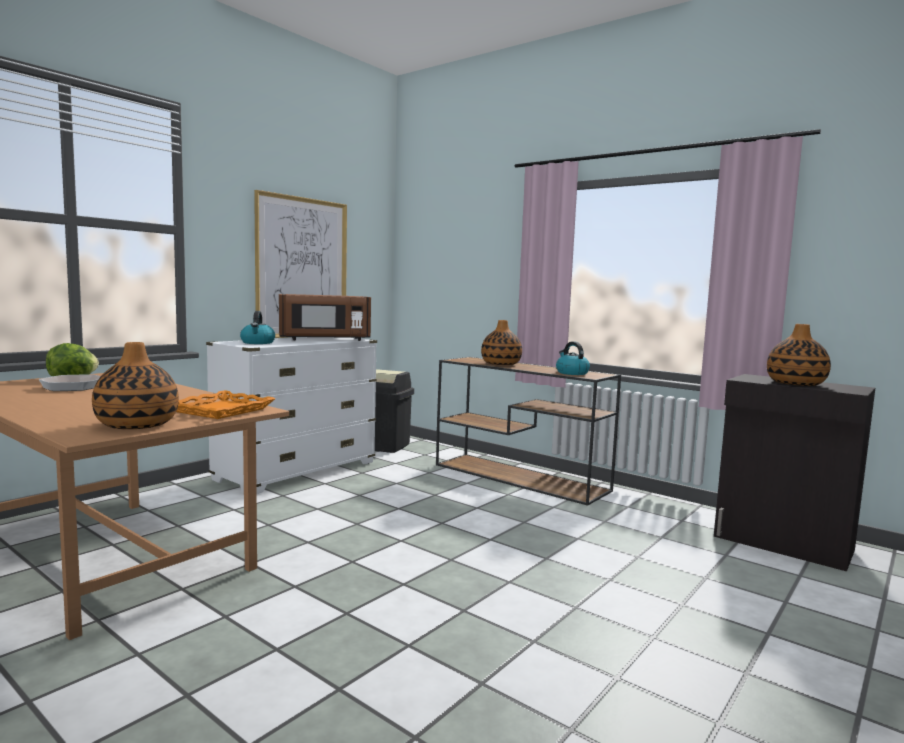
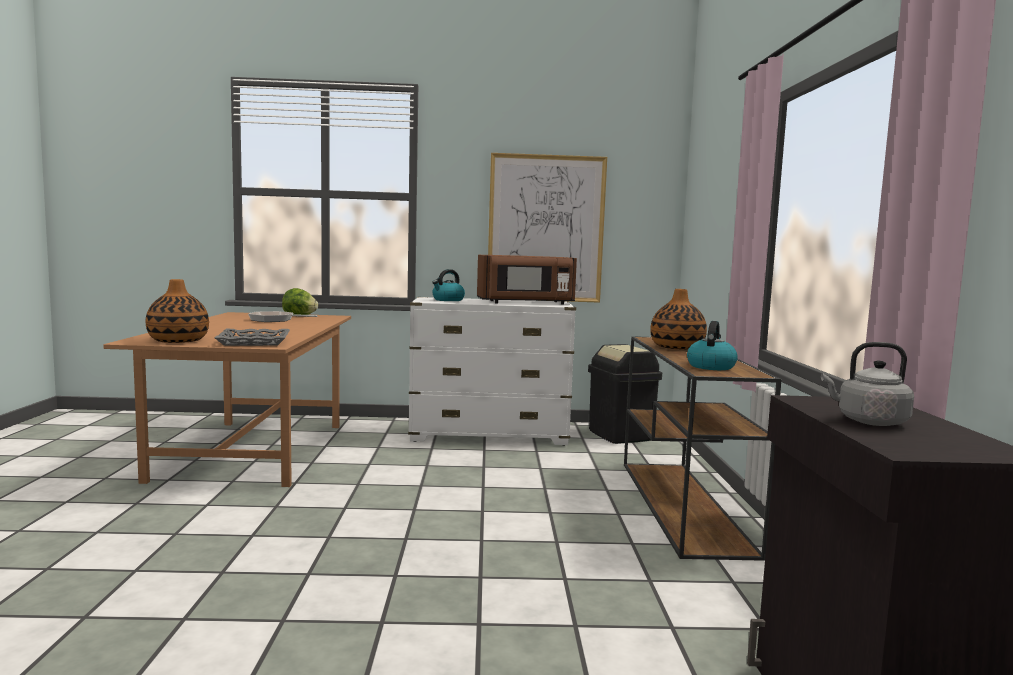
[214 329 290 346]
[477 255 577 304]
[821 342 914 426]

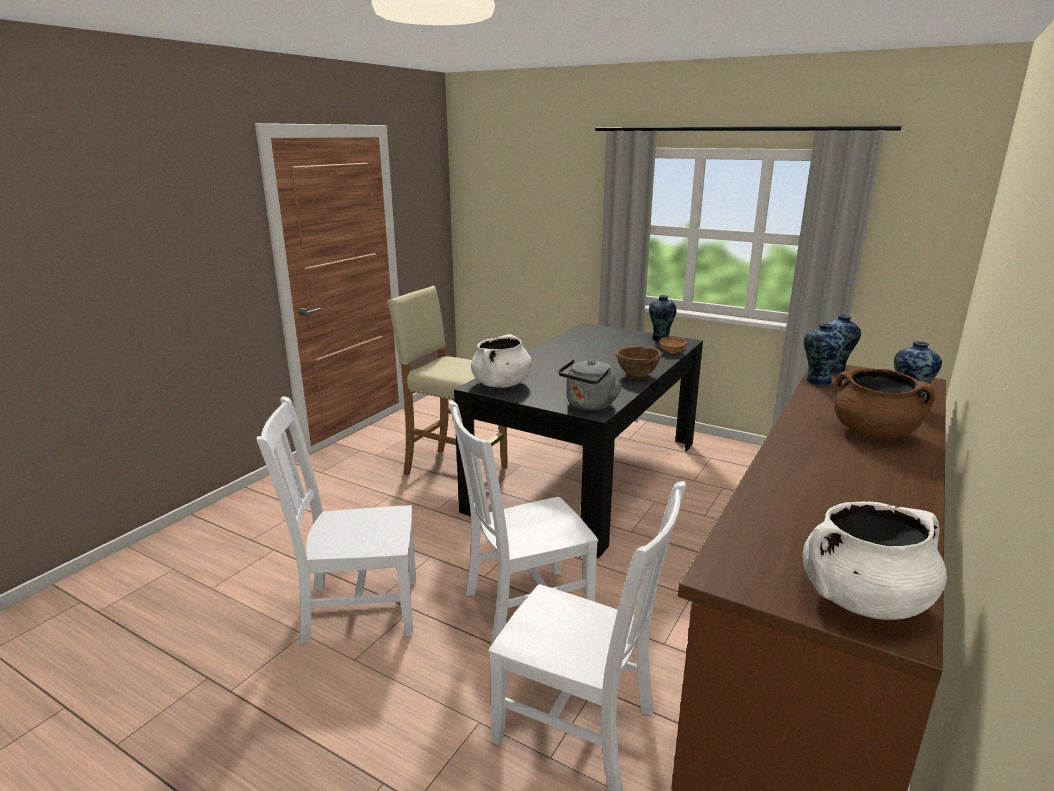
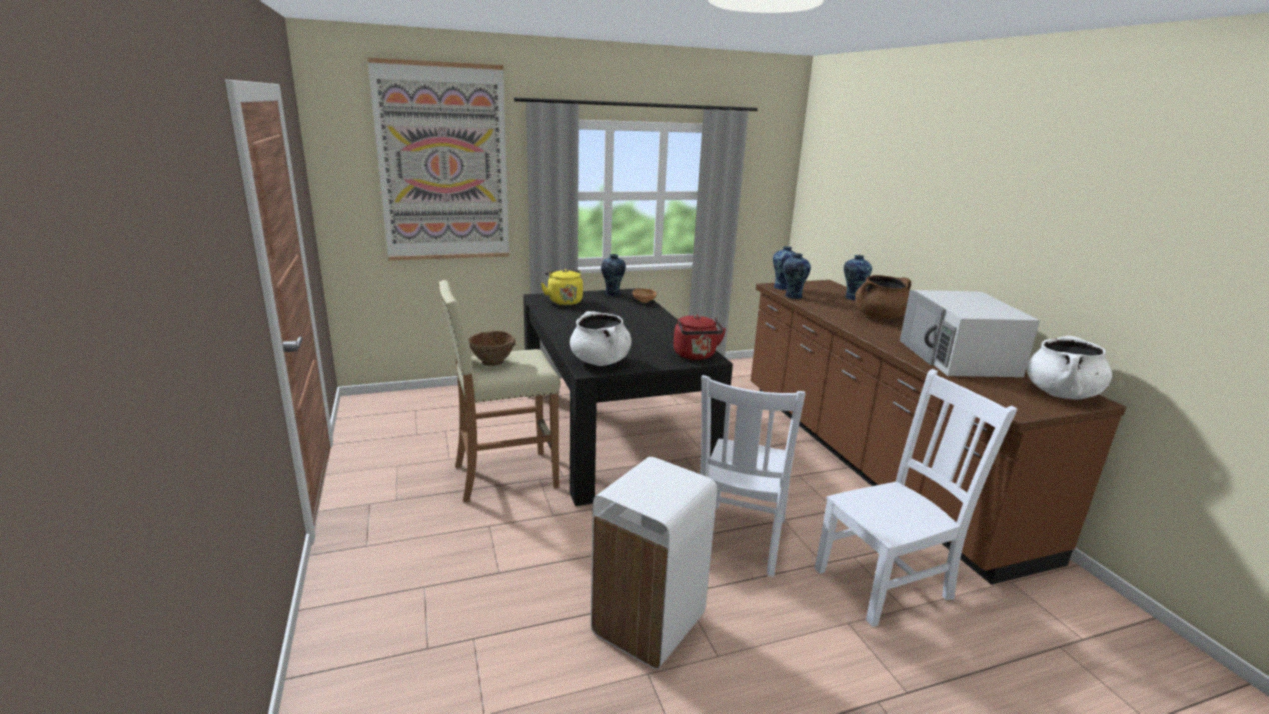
[591 457 717 669]
[673 315 726 360]
[468 330 516 366]
[367 57 509 261]
[541 269 583 305]
[900 290 1040 377]

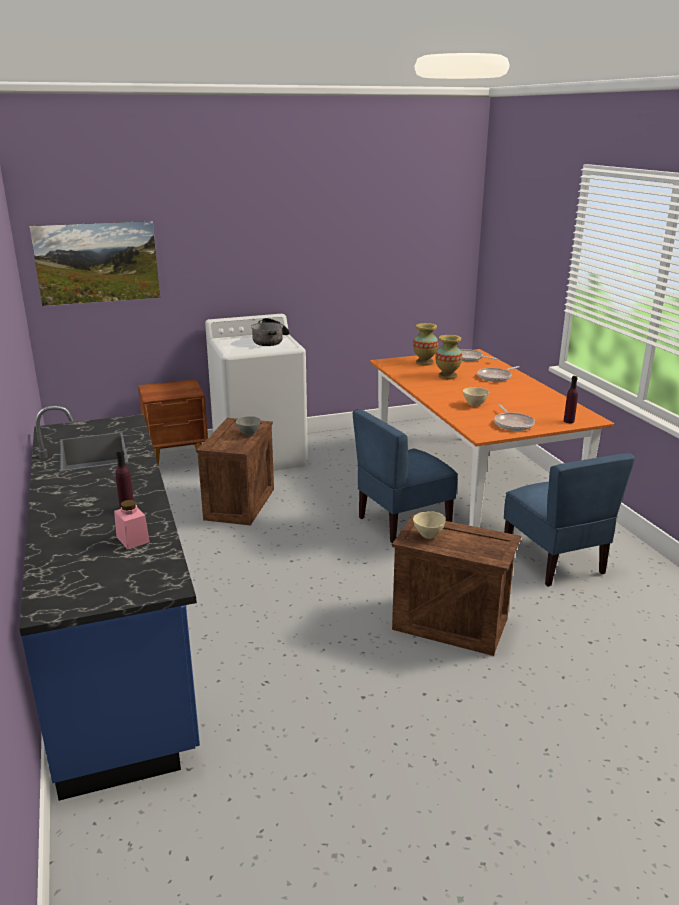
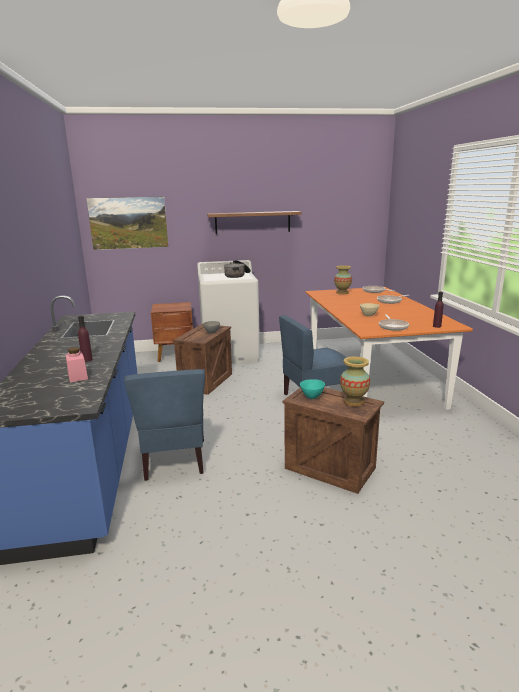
[300 379 325 399]
[340 356 370 406]
[124 369 205 481]
[207 211 302 234]

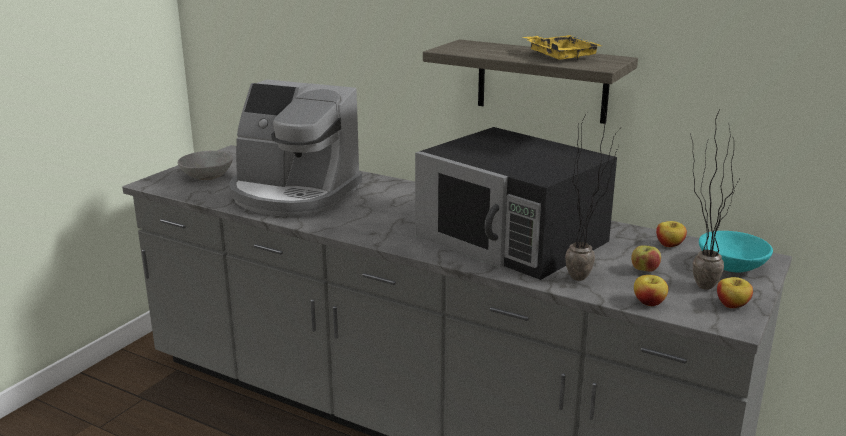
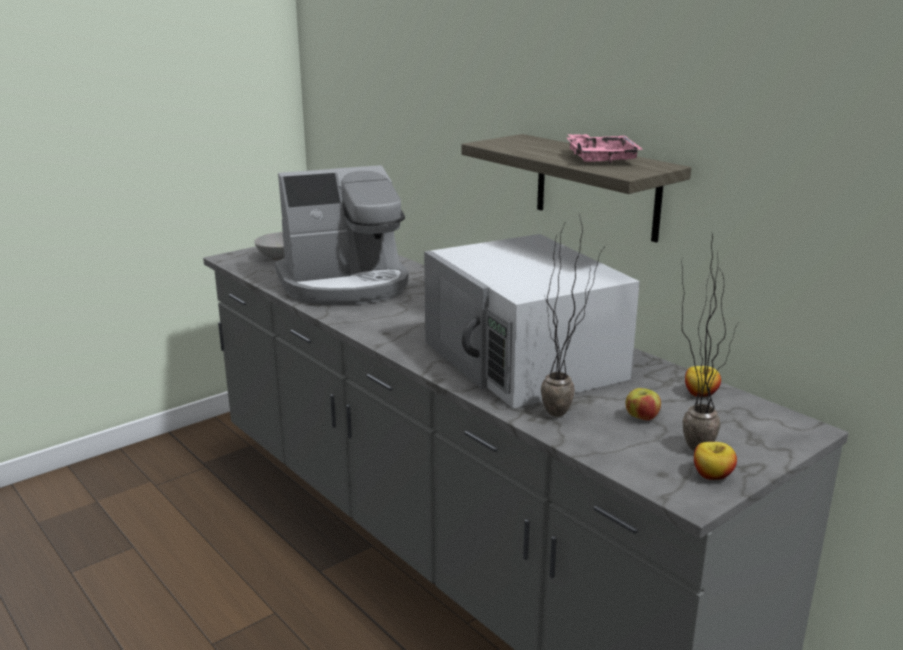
[275 165 409 305]
[424 234 640 409]
[566 134 643 164]
[634 275 668 306] (first image)
[699 231 773 273] (first image)

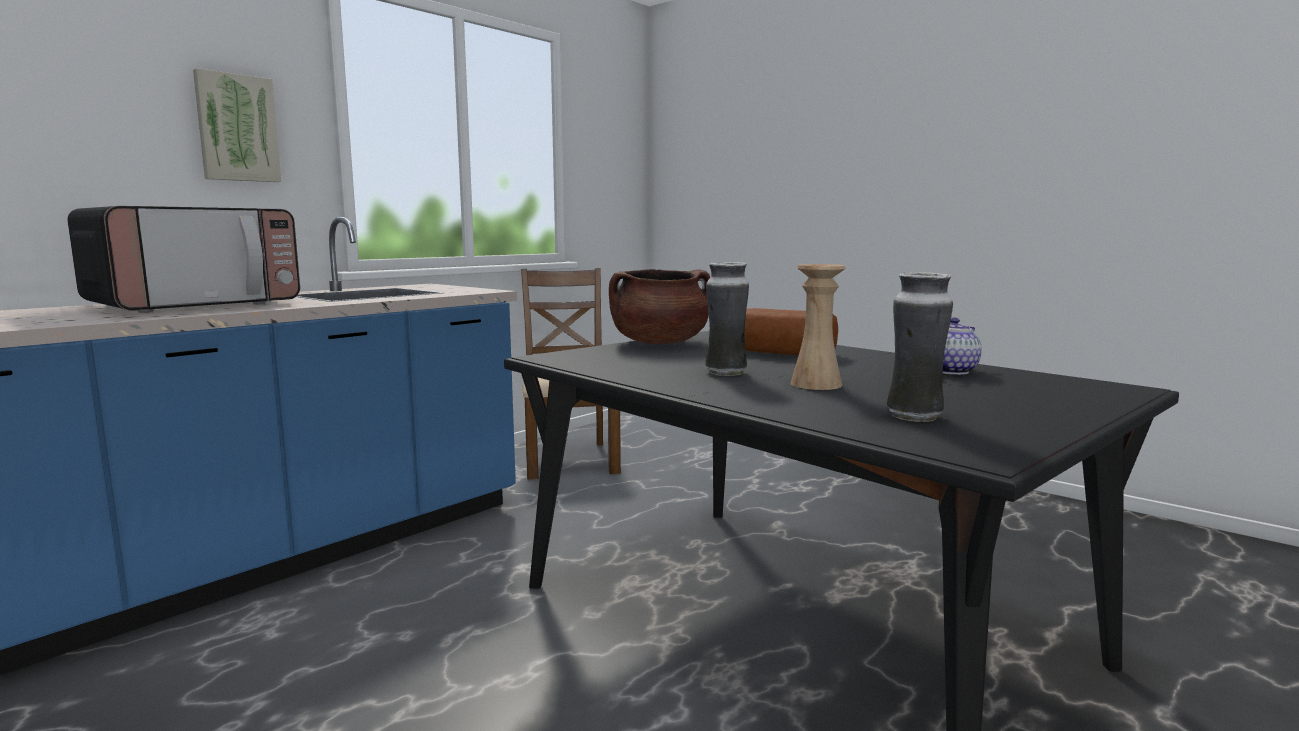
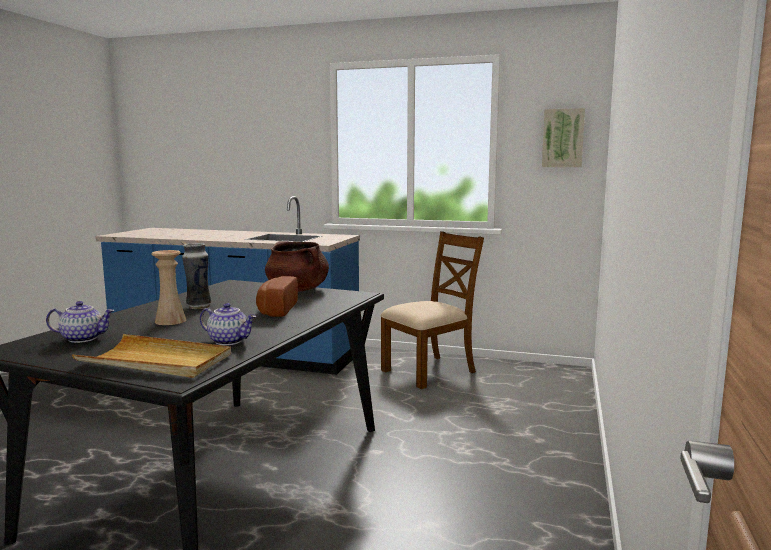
[68 206 300 313] (first image)
[542 108 585 167]
[46 301 115 343]
[72 334 231 378]

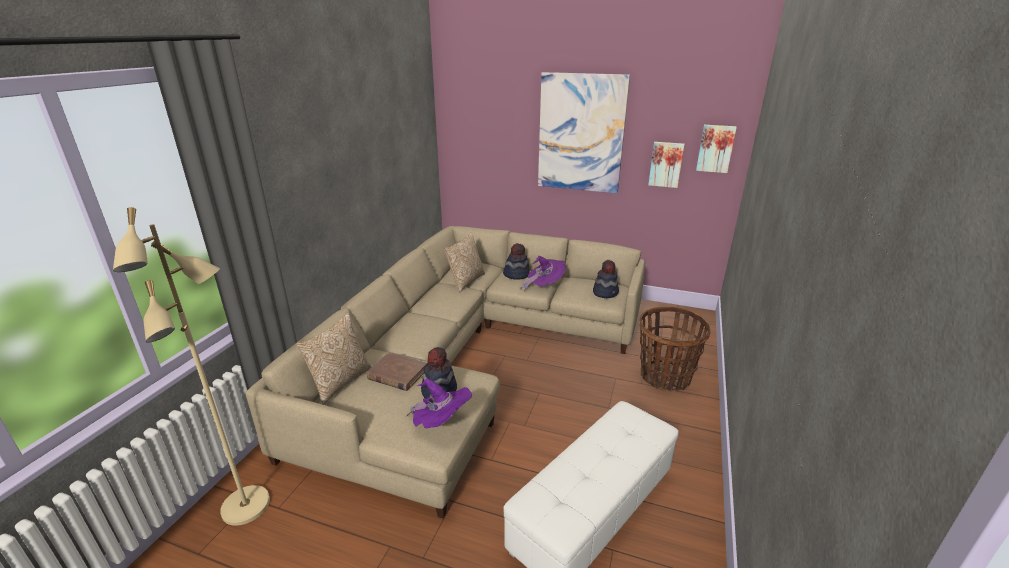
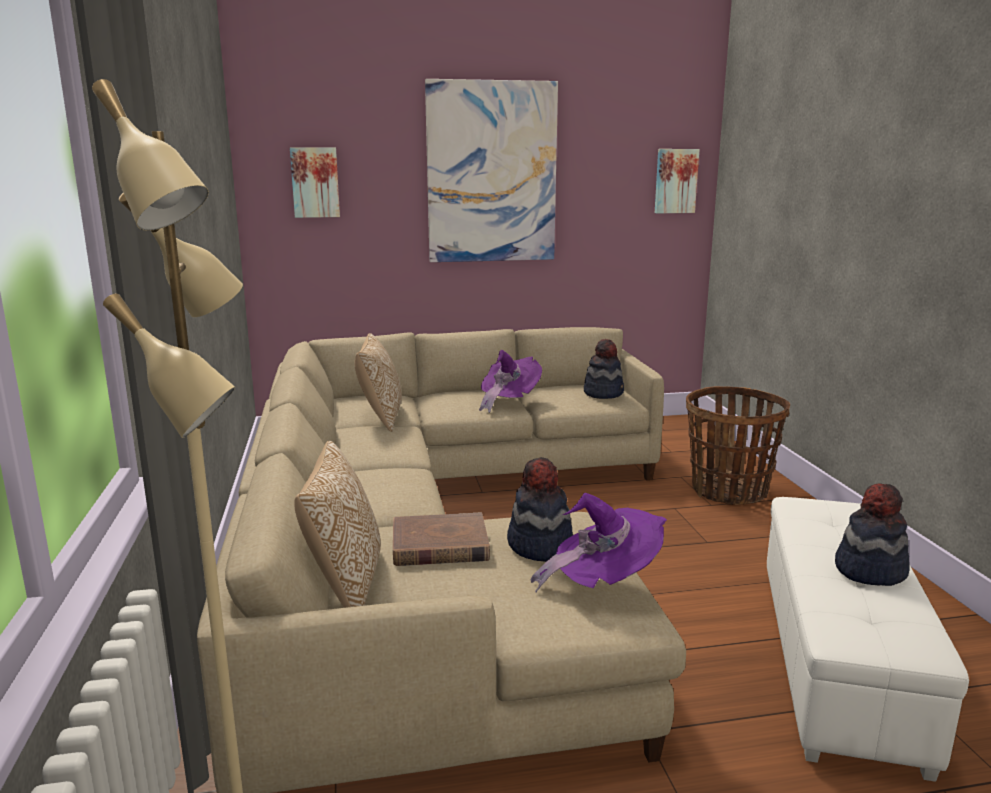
[835 483 909 586]
[290 147 340 218]

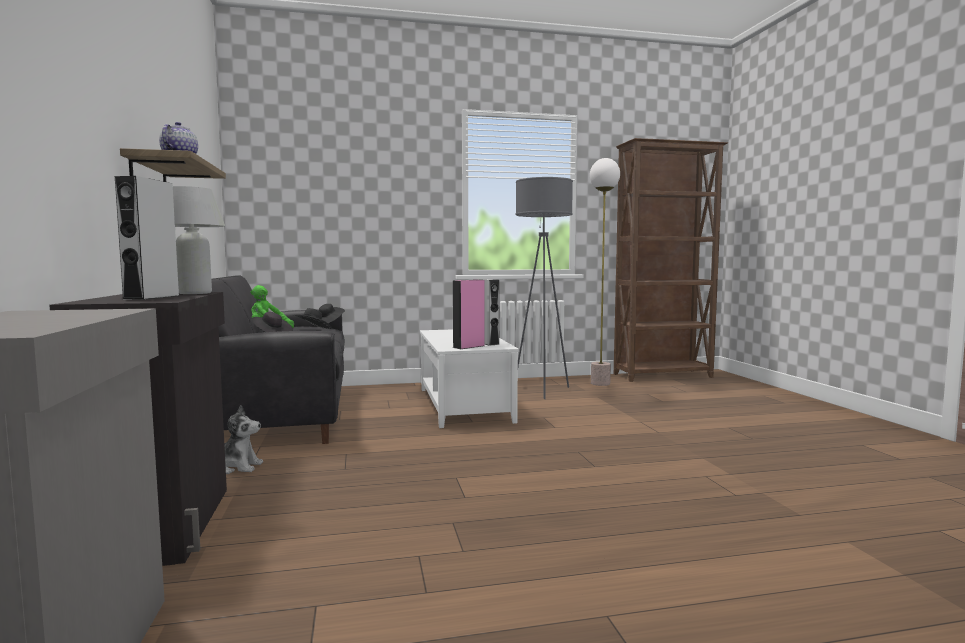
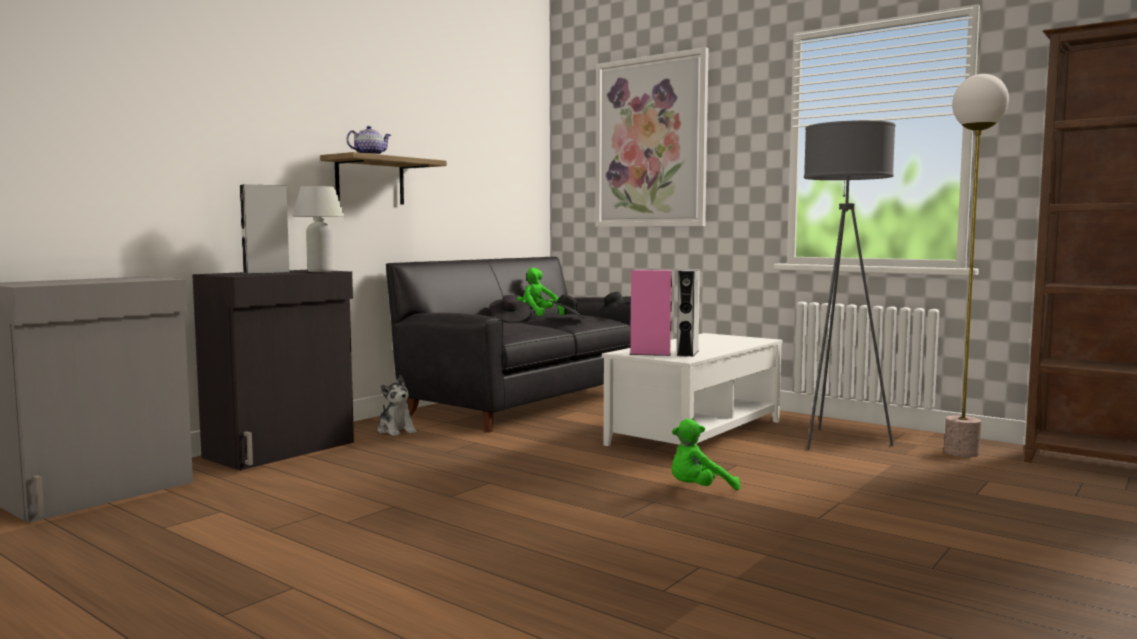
[595 47 709 227]
[671 419 741 491]

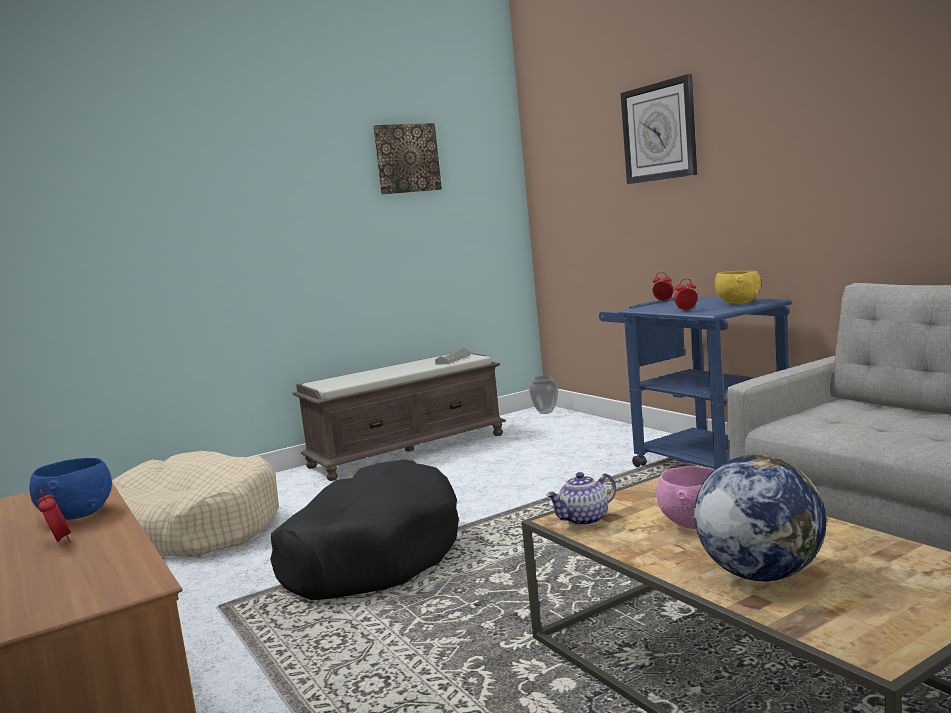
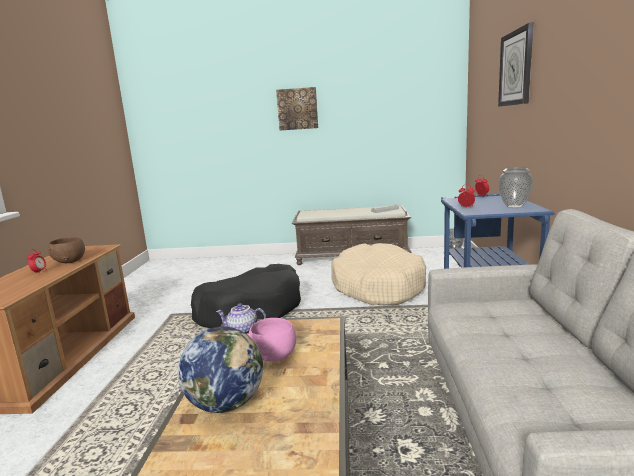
[48 237 85 263]
[331 243 426 306]
[276 87 318 131]
[499 167 533 208]

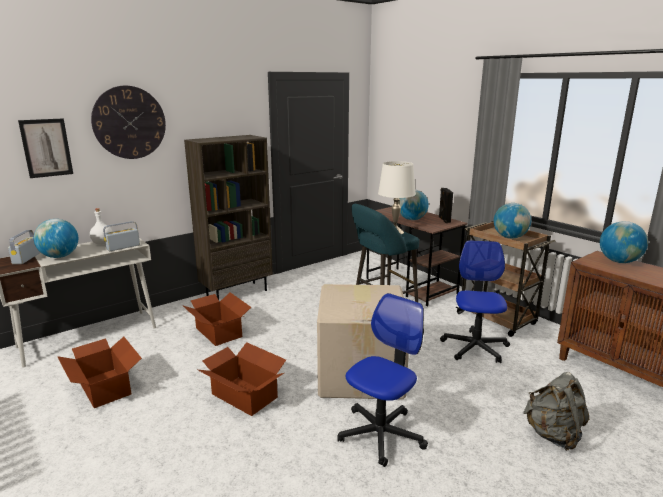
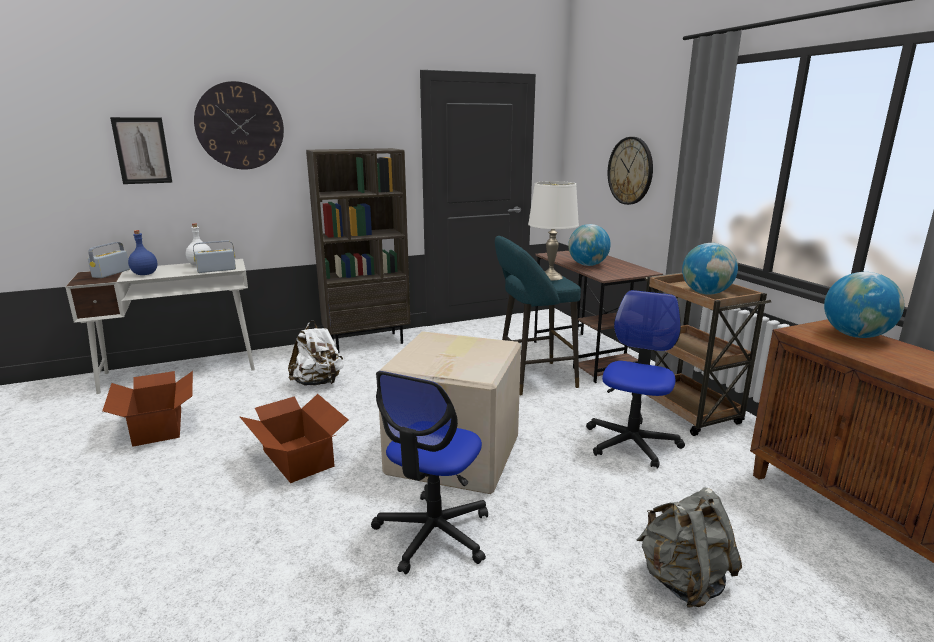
[128 230 157 275]
[288 320 344 386]
[371 371 488 574]
[439 188 453 223] (first image)
[608 137 653 205]

